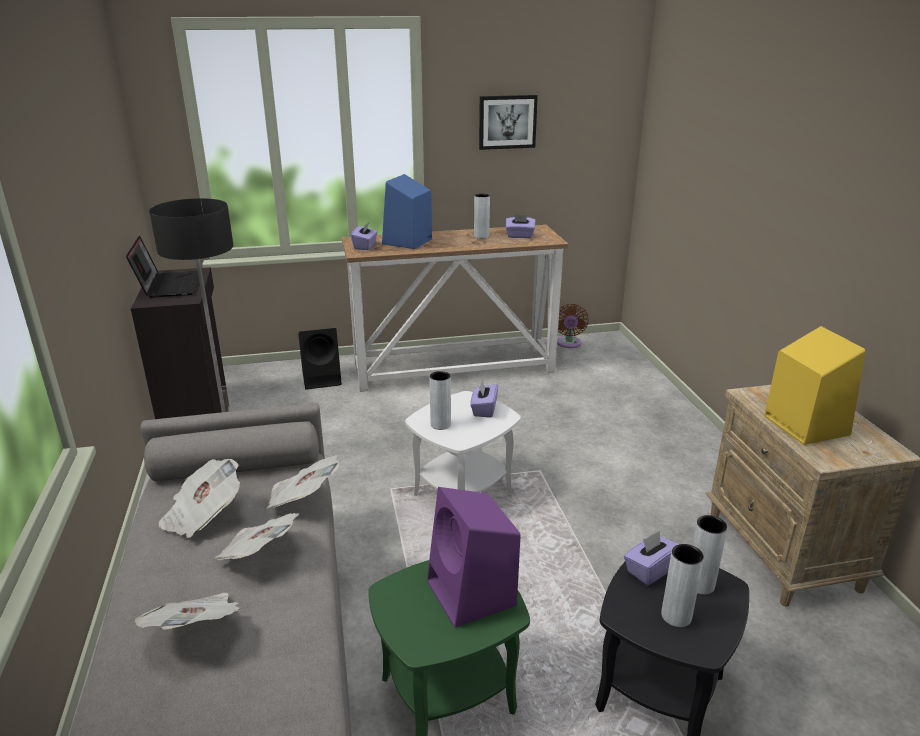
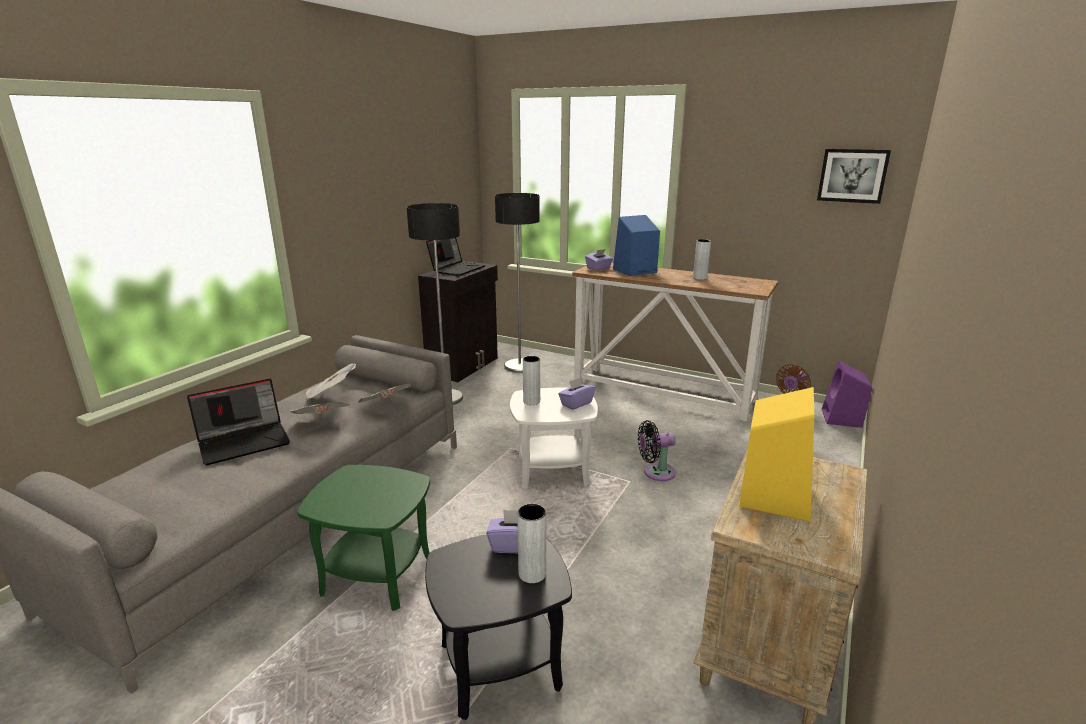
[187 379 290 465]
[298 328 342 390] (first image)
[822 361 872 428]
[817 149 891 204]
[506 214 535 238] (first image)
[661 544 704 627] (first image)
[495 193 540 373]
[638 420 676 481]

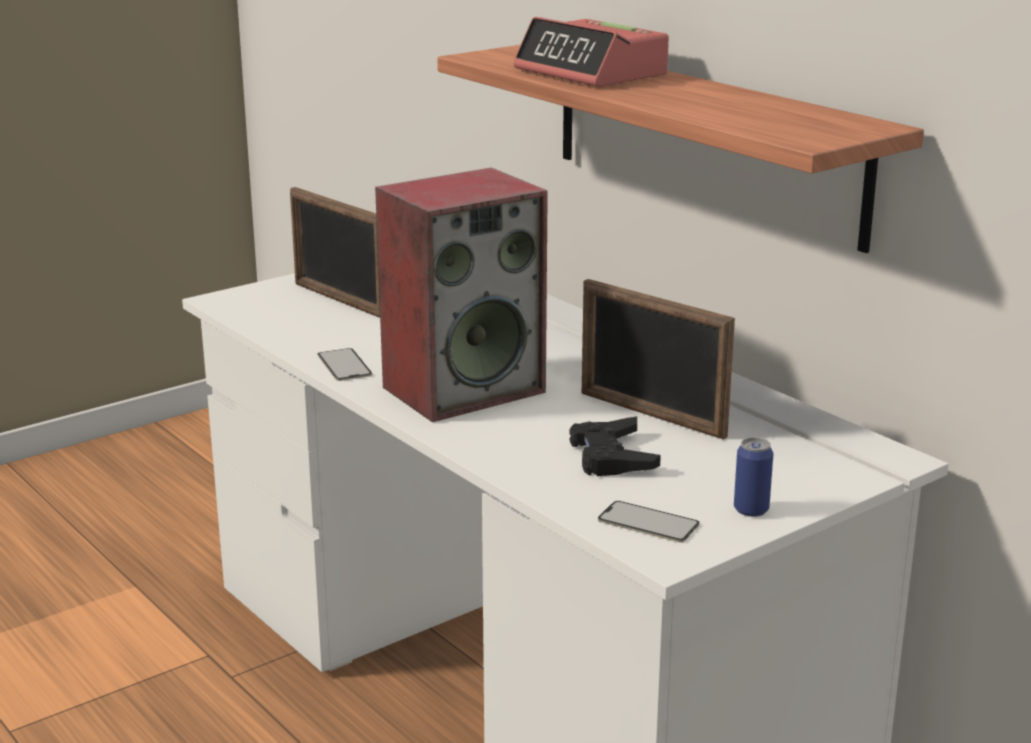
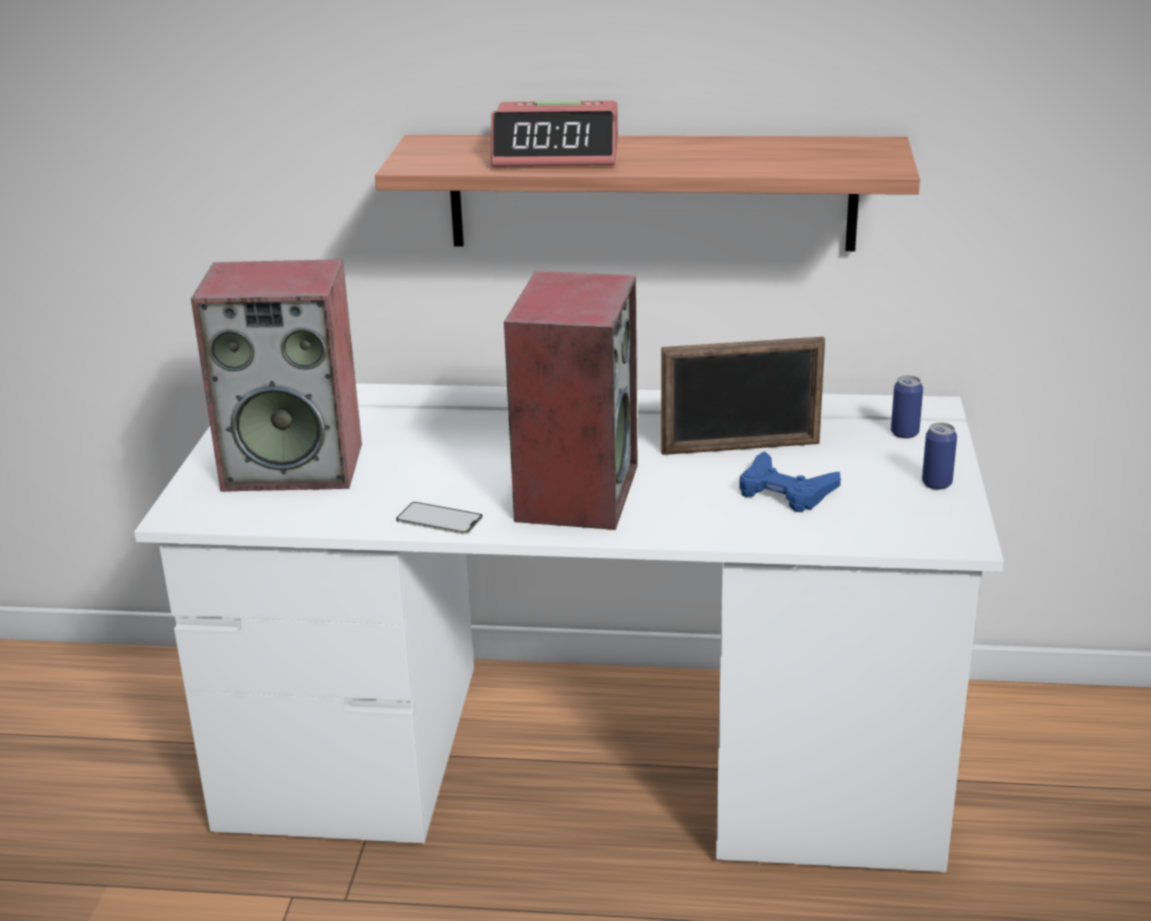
[191 259 362 491]
[739 451 841 512]
[598 501 699 542] (first image)
[891 375 923 439]

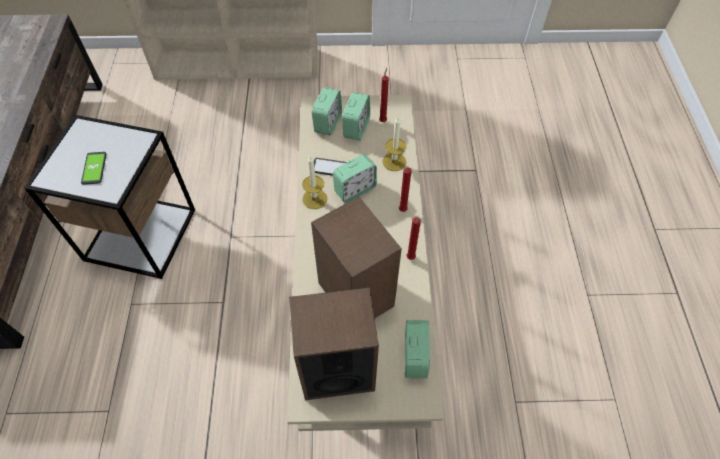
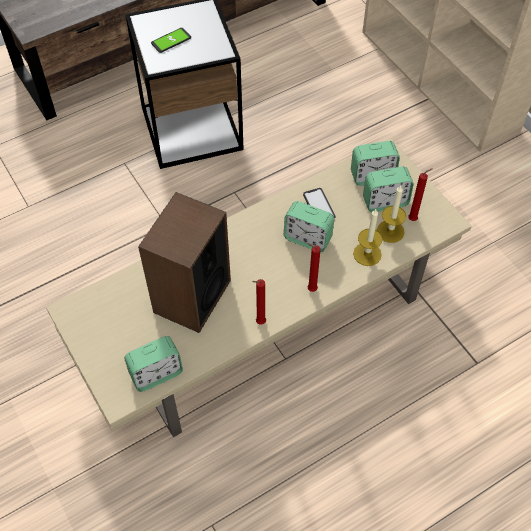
[289 287 379 400] (first image)
[377 186 406 243]

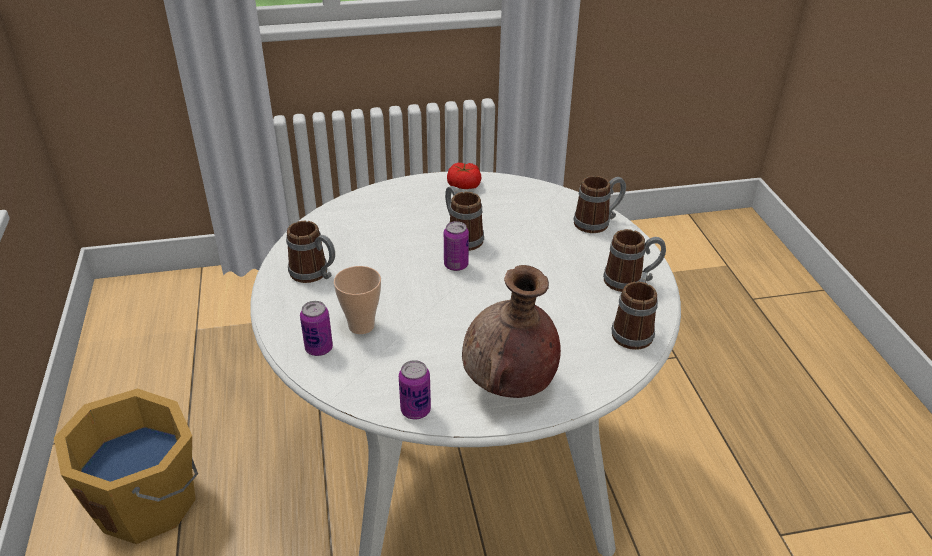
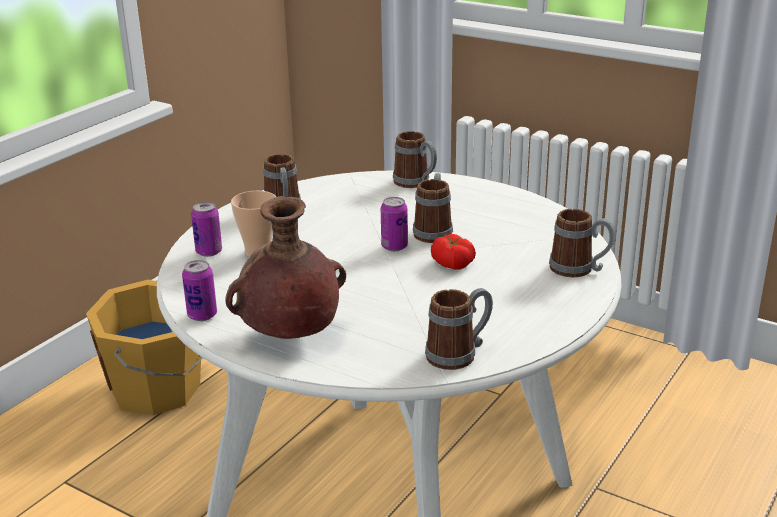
[431 234 476 270]
[393 131 437 188]

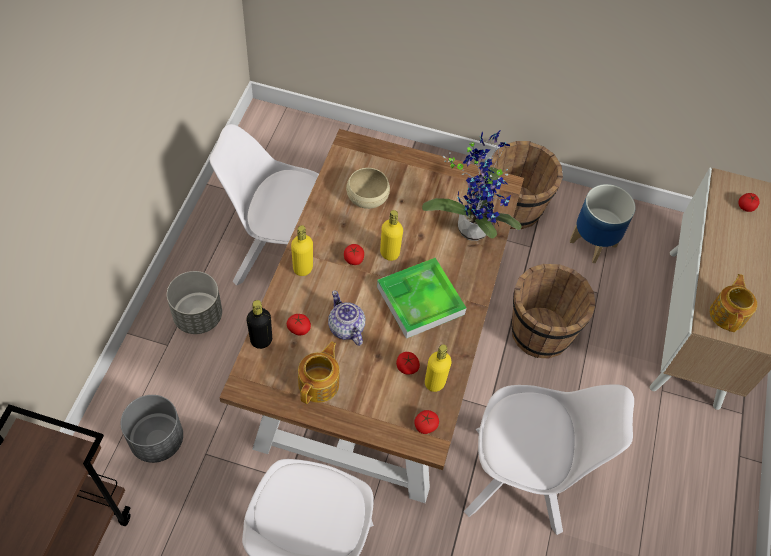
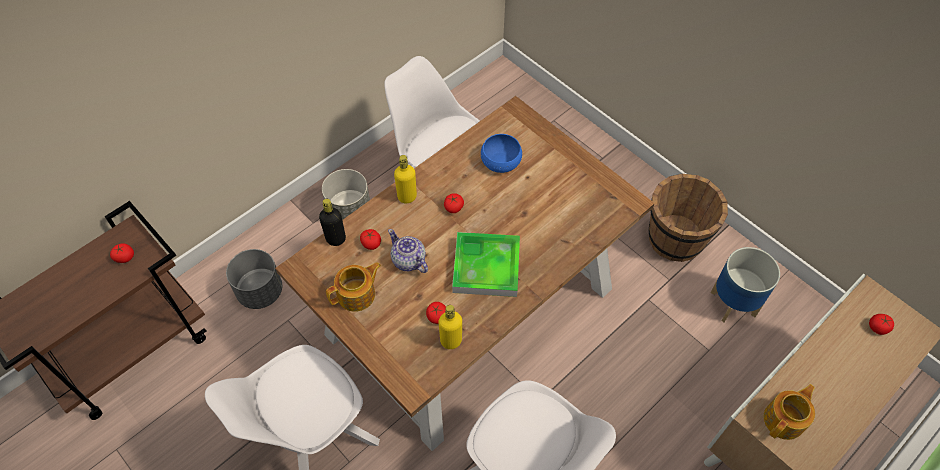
[388 229 428 273]
[481 134 522 173]
[380 210 403 261] (first image)
[110 243 134 263]
[422 130 521 241] (first image)
[511 264 596 358] (first image)

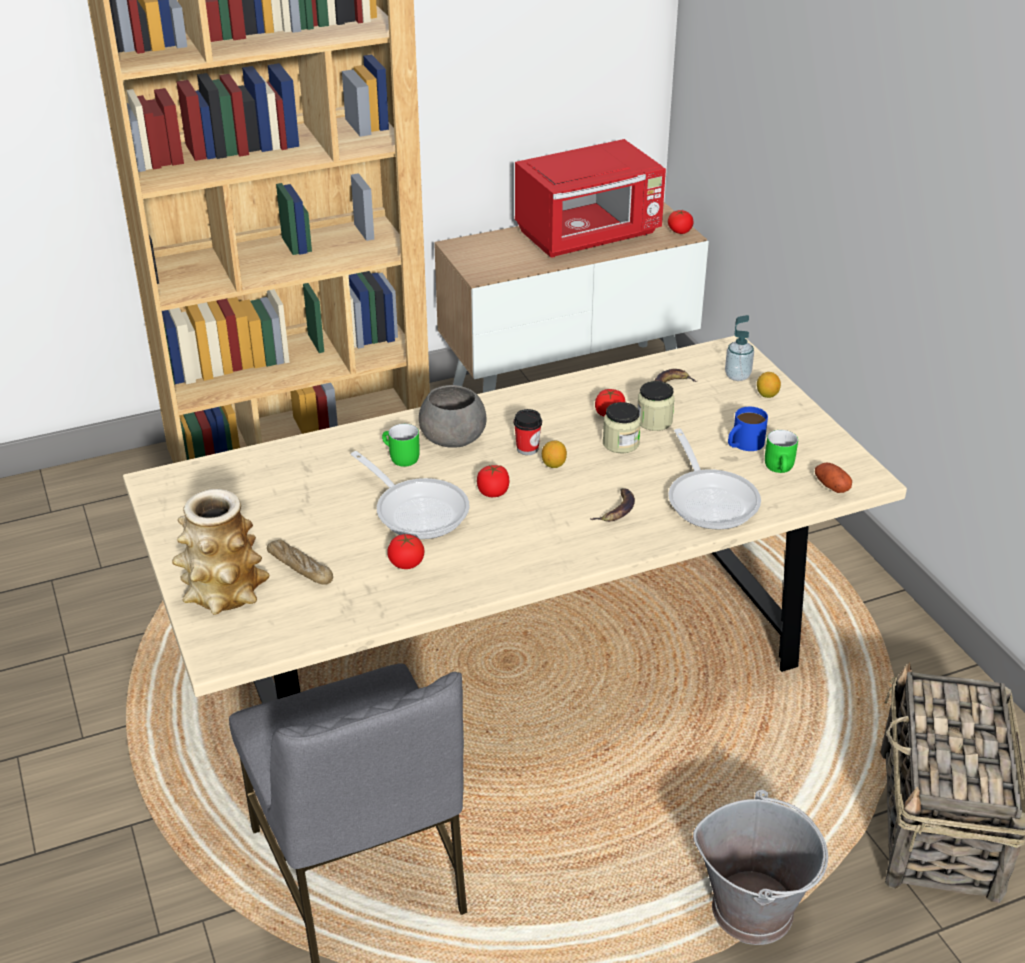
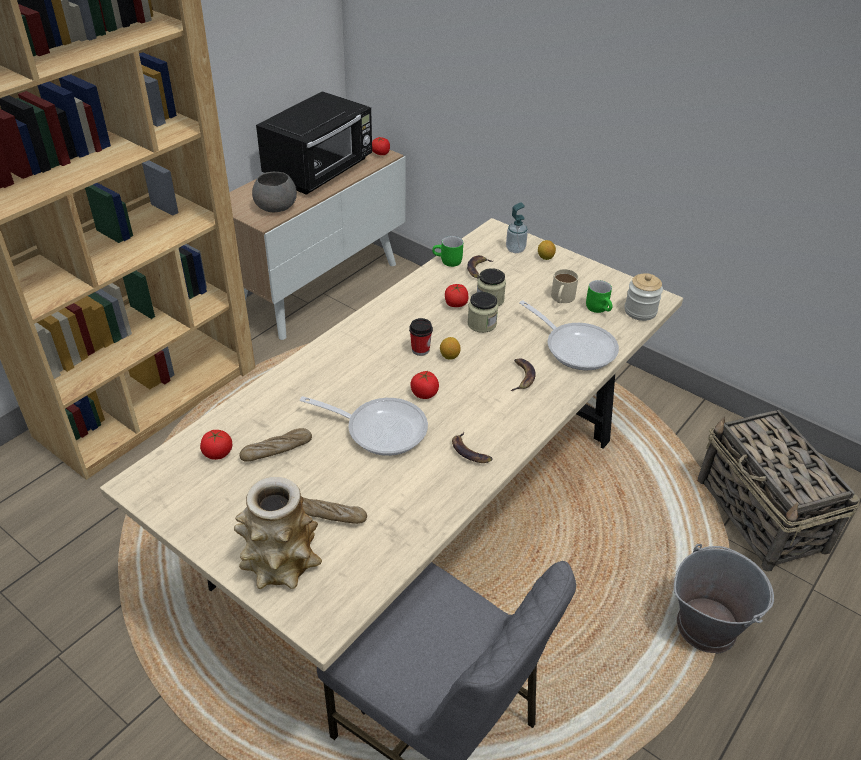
[432 236 463 267]
[200 430 232 460]
[252 172 297 212]
[256 91 372 195]
[551 269 579 303]
[624 273 663 321]
[239 428 312 462]
[452 432 493 463]

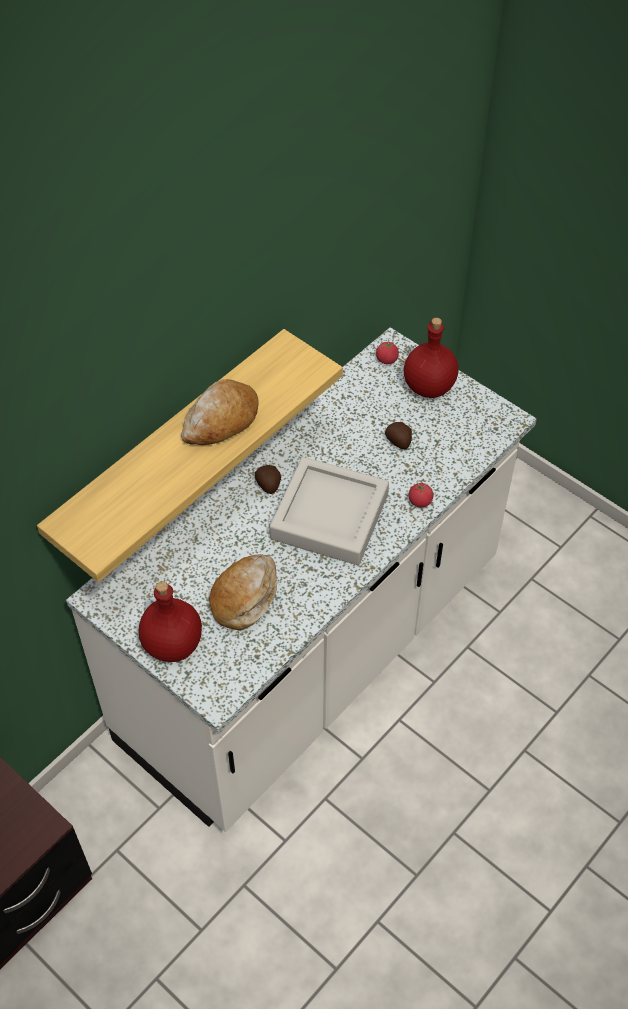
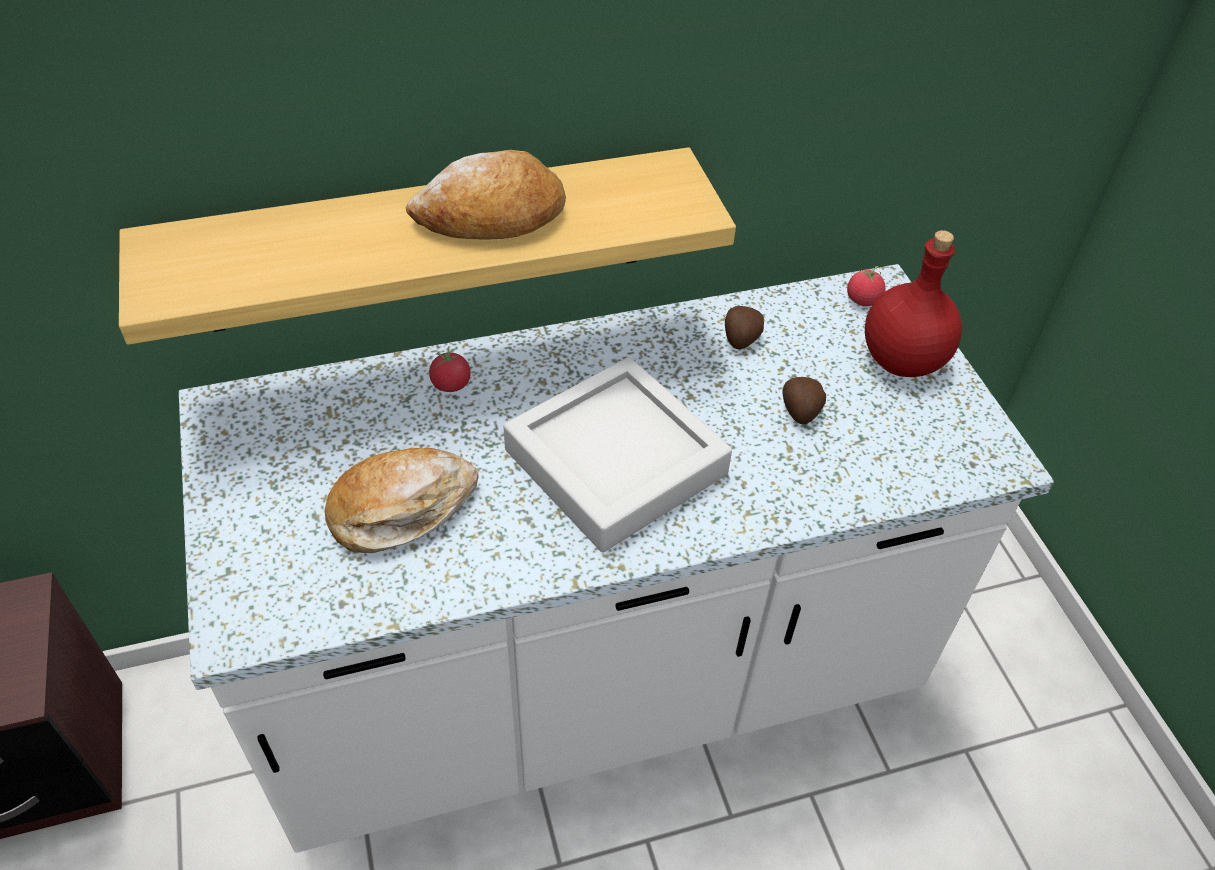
[139 582 202 662] (first image)
[725 306 764 350]
[429 347 471 392]

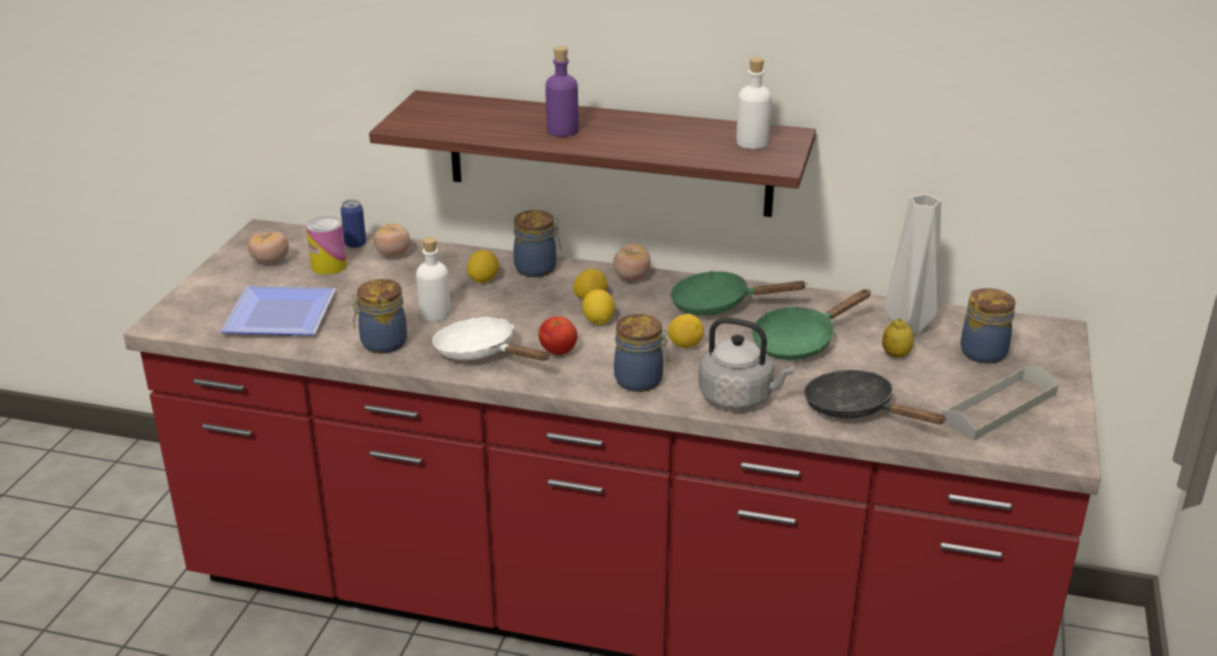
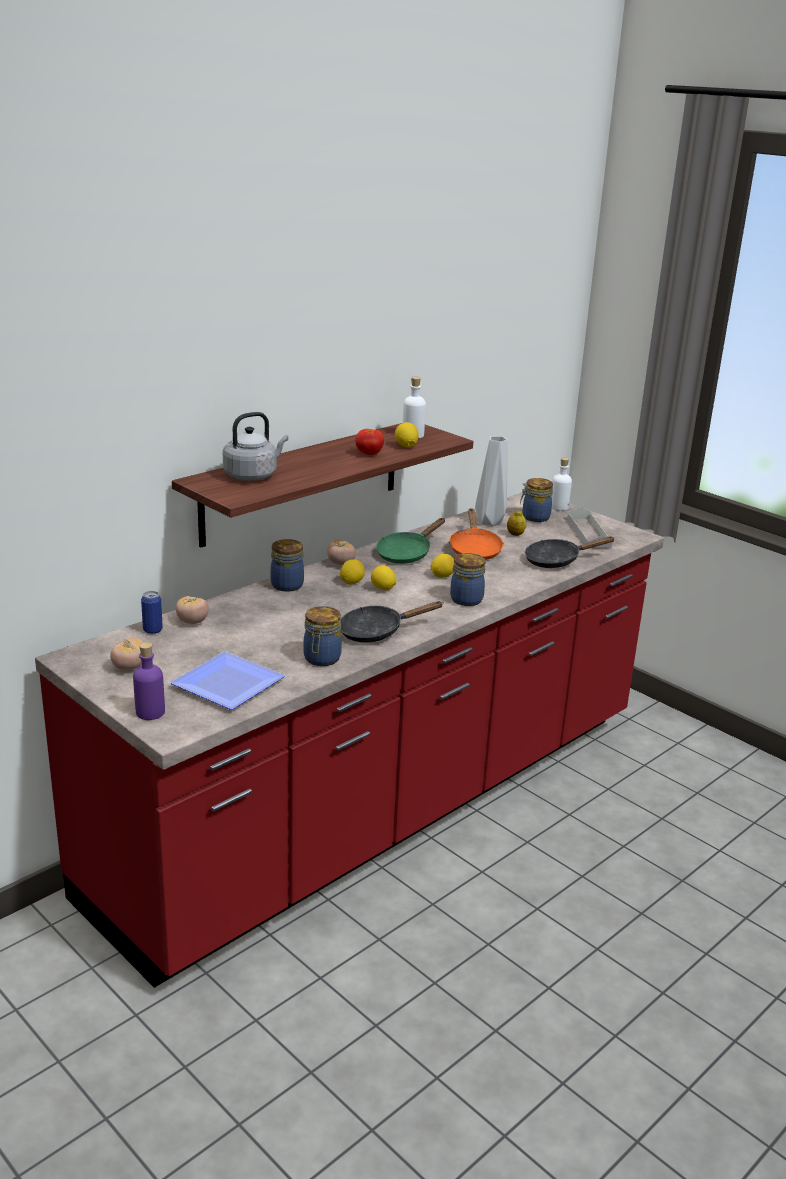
[306 216 347 275] (first image)
[551 458 572 511]
[340 601 444 643]
[395 422 418 448]
[355 429 384 455]
[133 642 165 720]
[223 412 288 481]
[449 508 504 560]

